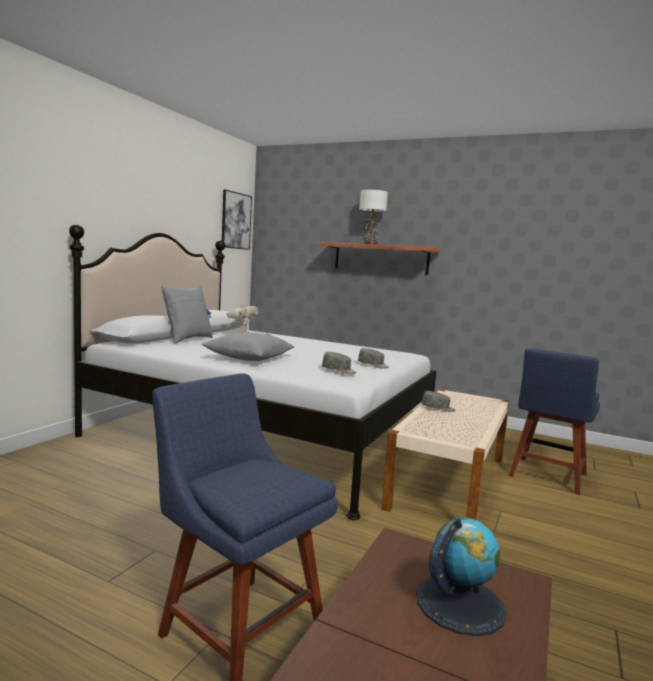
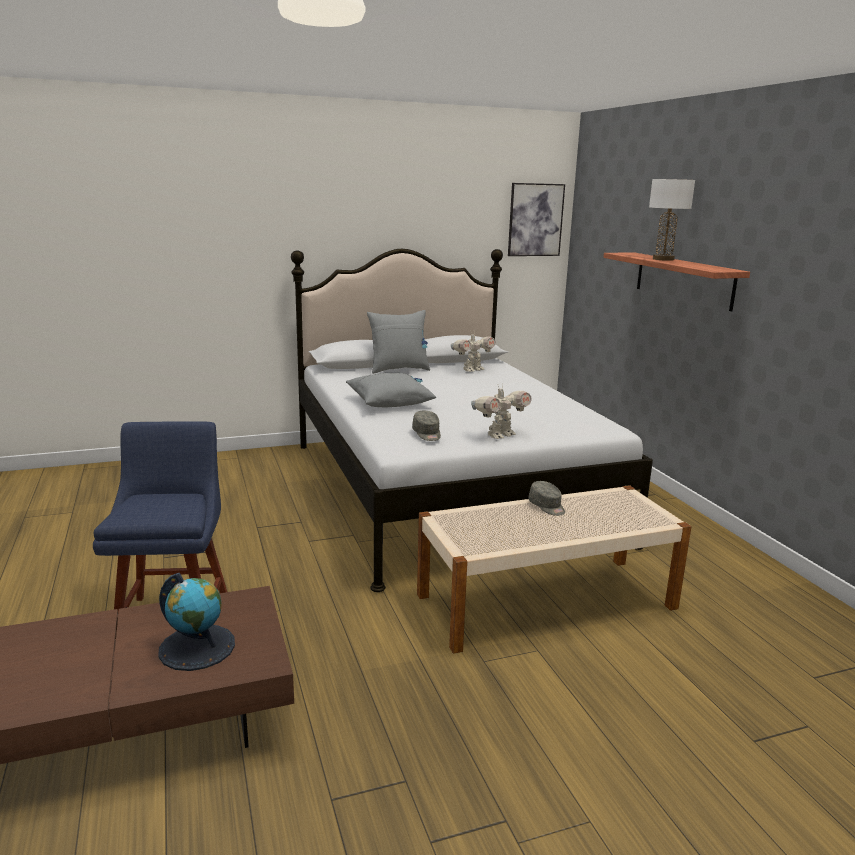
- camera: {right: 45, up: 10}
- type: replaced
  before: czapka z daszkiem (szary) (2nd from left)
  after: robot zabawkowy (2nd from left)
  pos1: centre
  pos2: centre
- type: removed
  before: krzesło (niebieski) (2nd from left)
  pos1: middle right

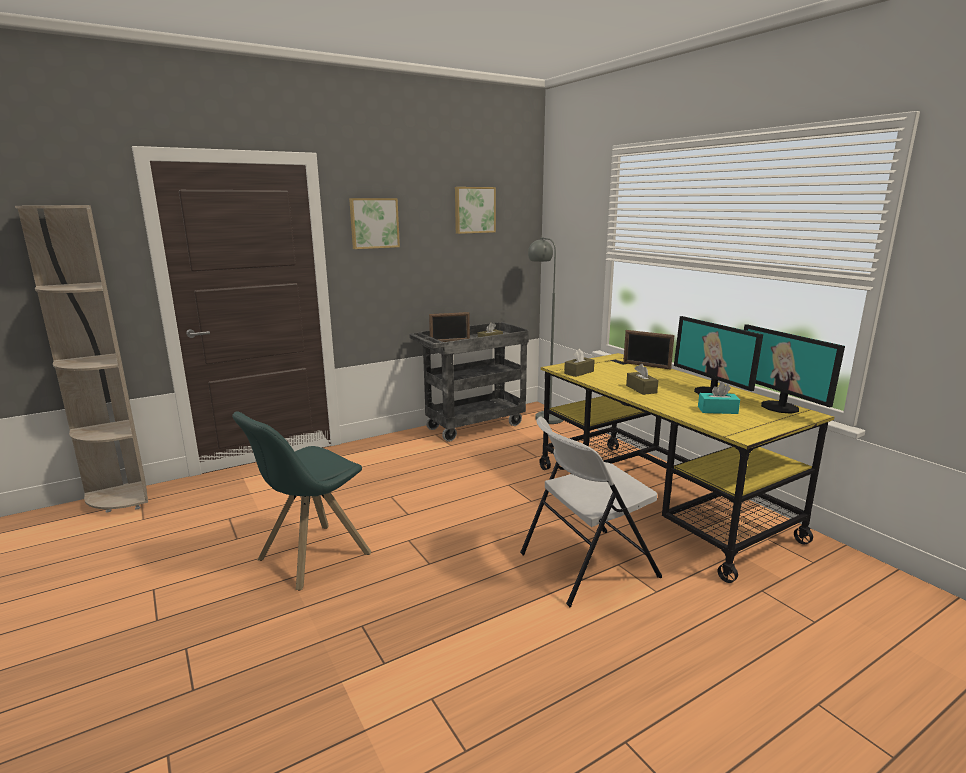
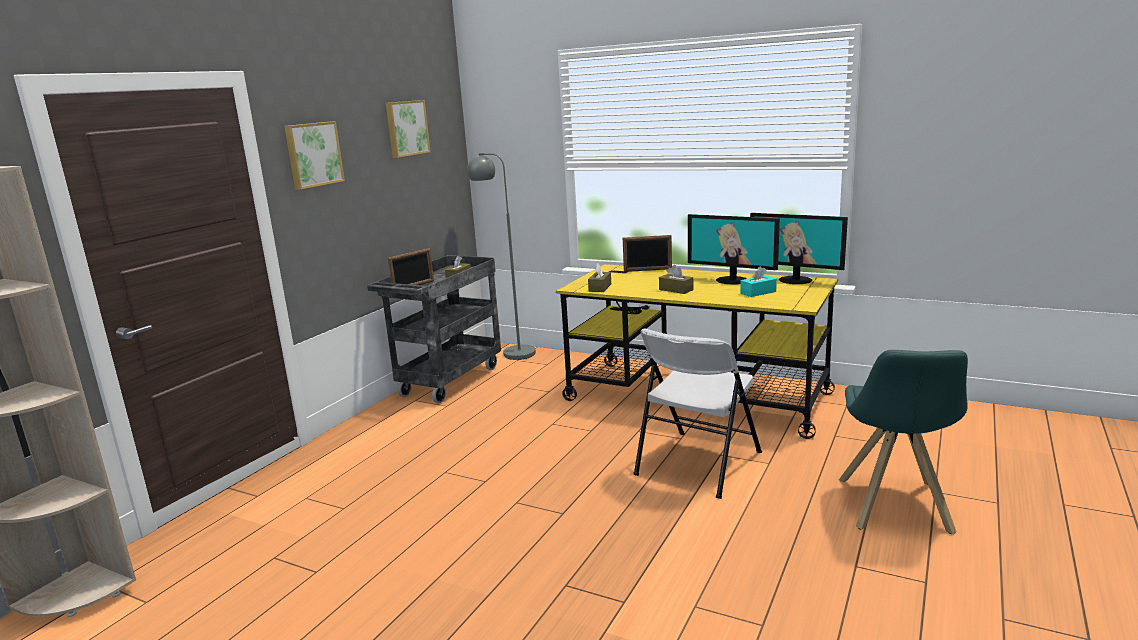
- camera: {right: -30, up: 0}
- type: moved
  before: krzesło (turkusowy)
  pos1: middle left
  pos2: bottom right

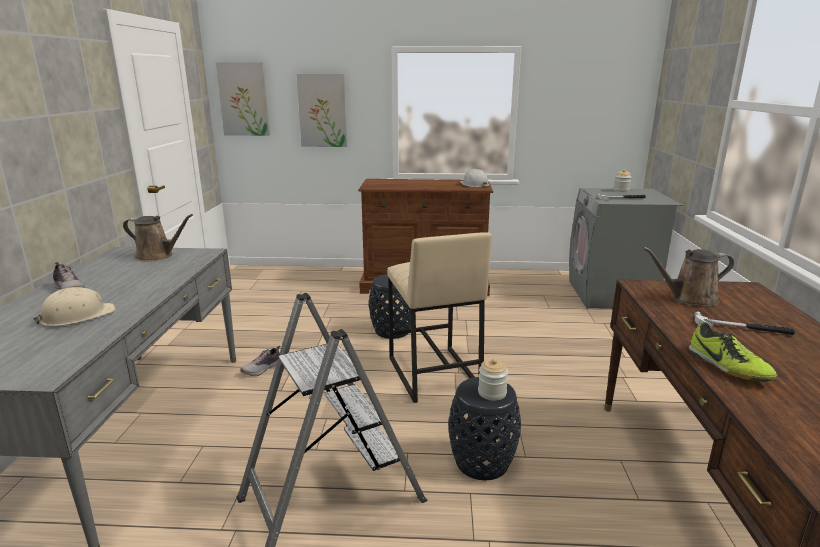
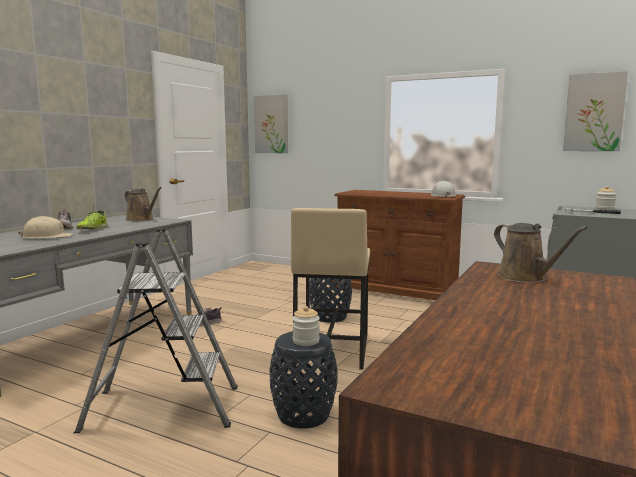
- camera: {right: 25, up: -10}
- type: moved
  before: obraz (2nd from left)
  pos1: top centre
  pos2: top right
- type: turned
  before: konewka (brązowy) (2nd from left)
  pos1: middle right
  pos2: middle right
  turn: -135
- type: removed
  before: młotek (2nd from left)
  pos1: middle right
- type: moved
  before: but (3rd from left in the first image)
  after: but (2nd from left)
  pos1: middle right
  pos2: middle left

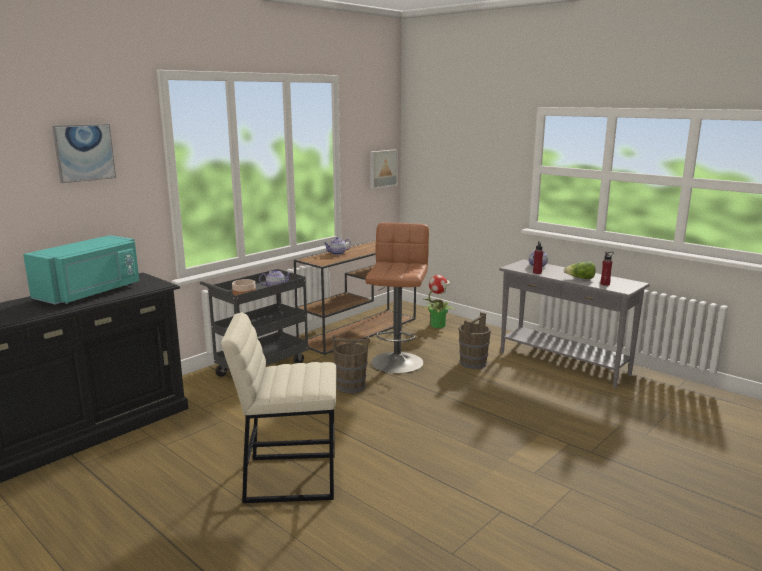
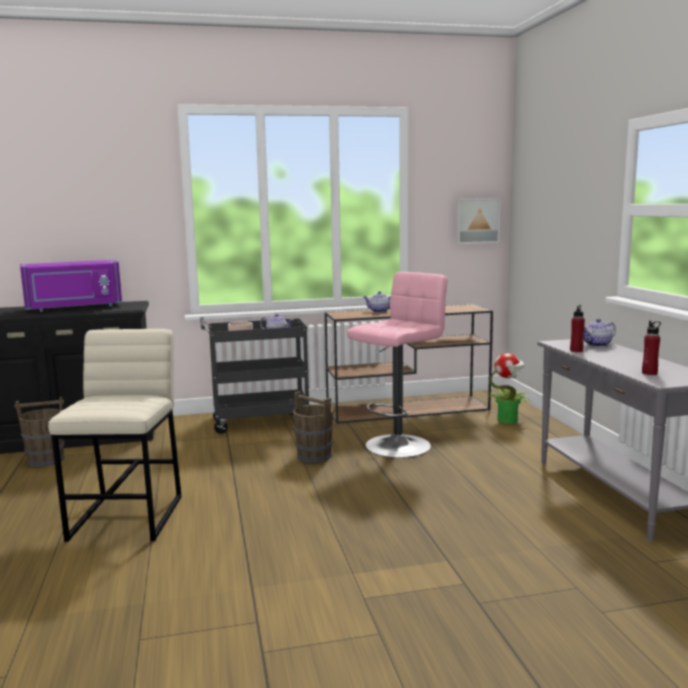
- camera: {right: 35, up: -5}
- type: removed
  before: obraz (1st from left)
  pos1: top left
- type: recoloured
  before: stołek (brązowy)
  after: stołek (różowy)
  pos1: centre
  pos2: centre
- type: recoloured
  before: mikrofalówka (turkusowy)
  after: mikrofalówka (fioletowy)
  pos1: middle left
  pos2: middle left
- type: removed
  before: sałata
  pos1: middle right
- type: turned
  before: krzesło (beżowy)
  pos1: bottom centre
  pos2: middle left
  turn: 60
- type: moved
  before: wiadro (brązowy) (2nd from left in the first image)
  after: wiadro (brązowy) (1st from left)
  pos1: centre
  pos2: middle left

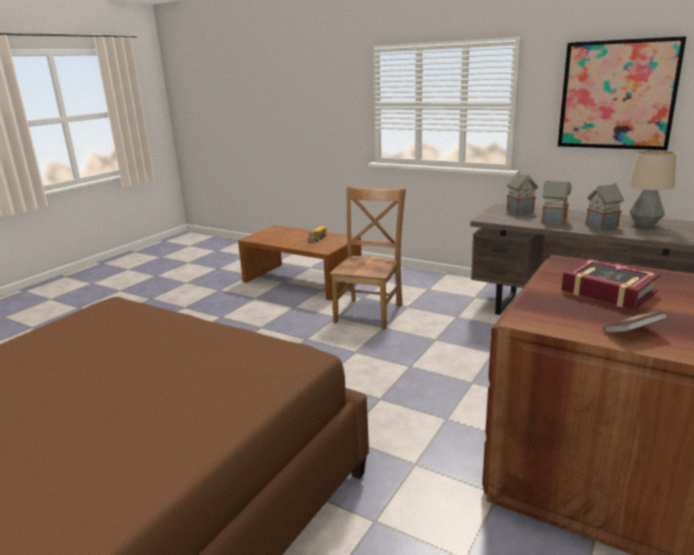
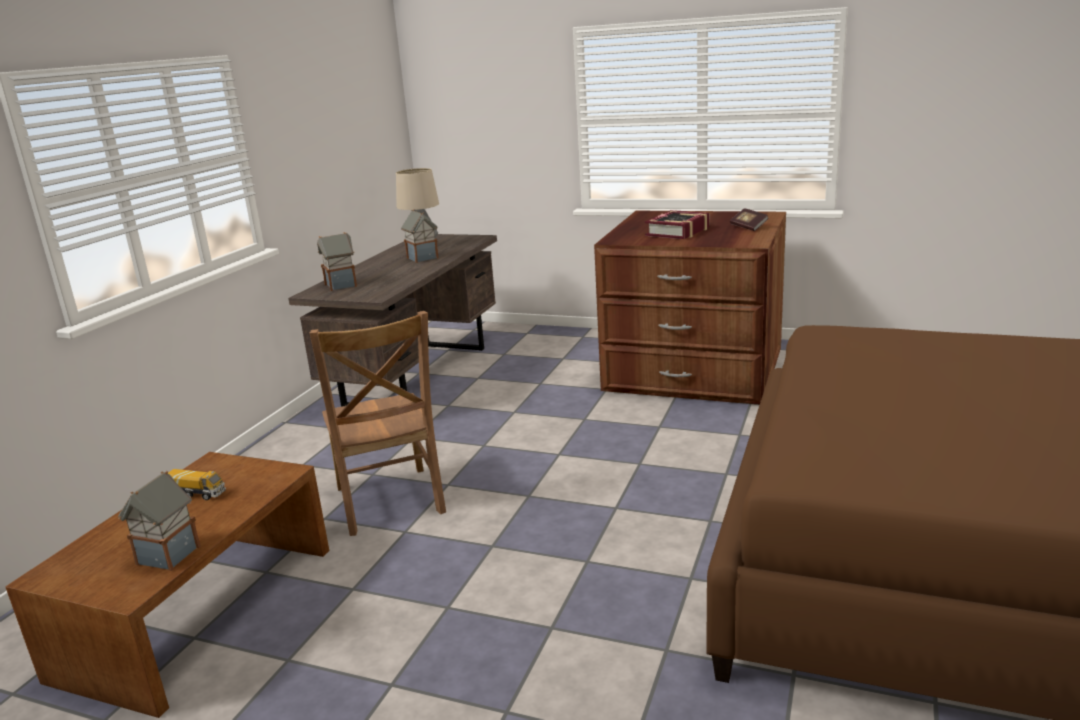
- camera: {right: -100, up: 0}
- type: removed
  before: obraz
  pos1: top right
- type: moved
  before: domek (2nd from left in the first image)
  after: domek (1st from left)
  pos1: middle right
  pos2: bottom left
- type: turned
  before: krzesło (brązowy)
  pos1: centre
  pos2: centre
  turn: -120

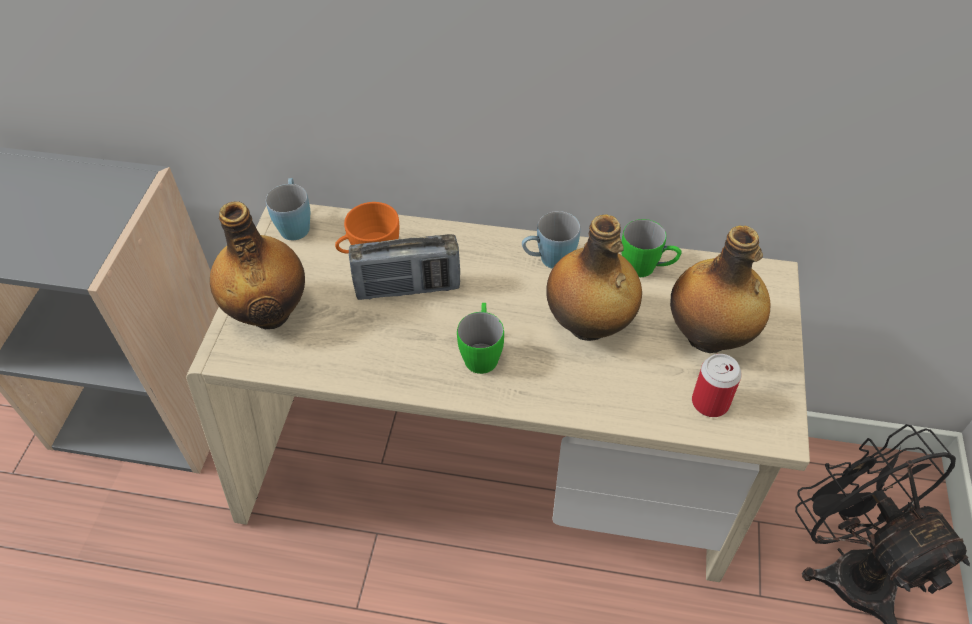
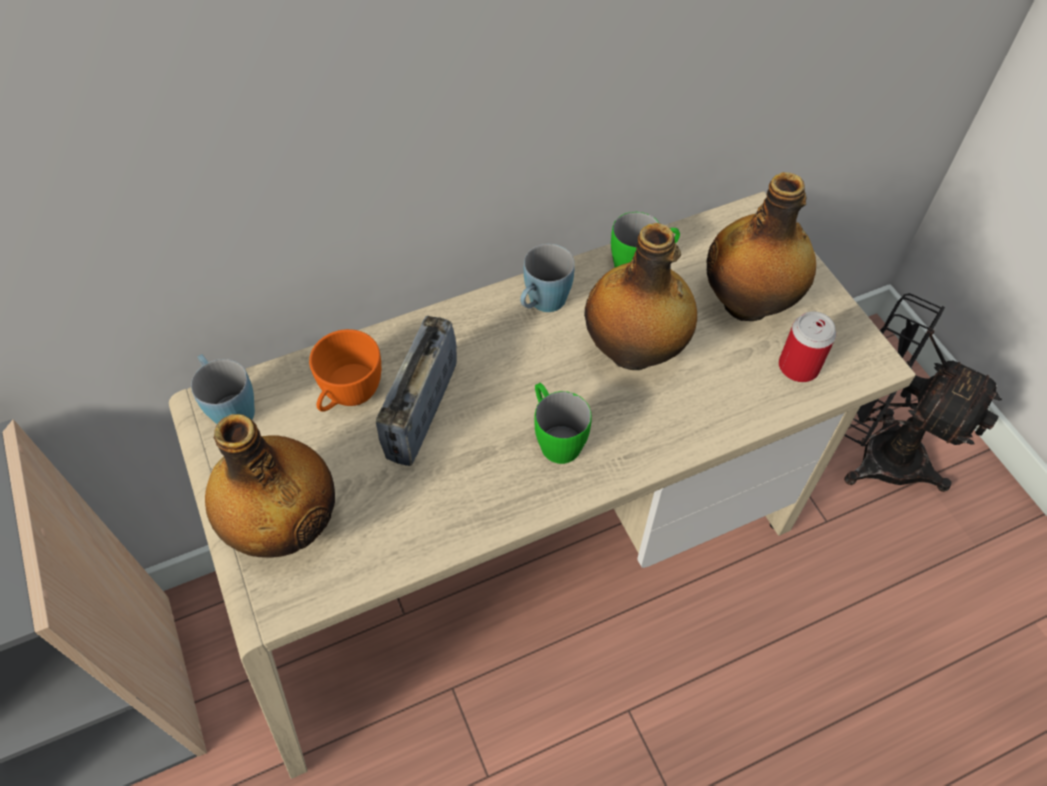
- camera: {right: -35, up: 5}
- type: turned
  before: radio
  pos1: centre
  pos2: centre
  turn: 150

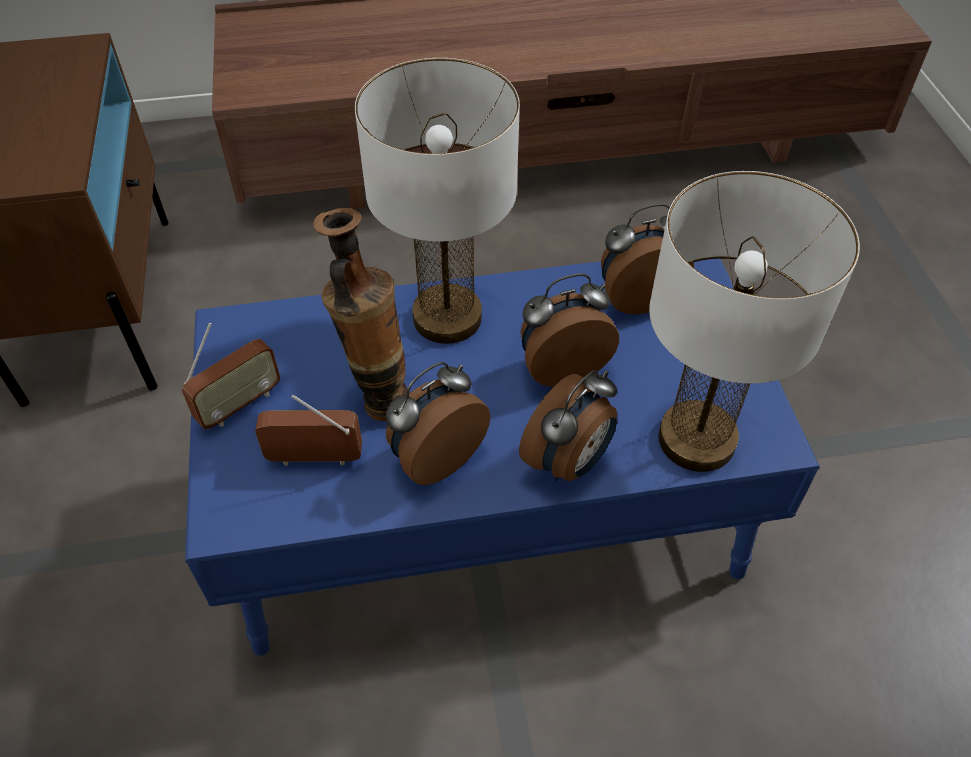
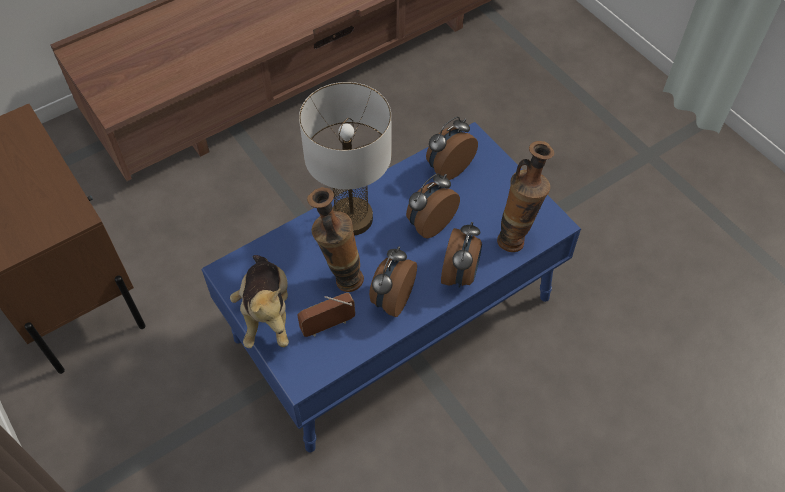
- camera: {right: -25, up: 5}
- type: replaced
  before: lampa stołowa (2nd from left)
  after: wazon (2nd from left)
  pos1: middle right
  pos2: middle right
- type: replaced
  before: radio (1st from left)
  after: pluszak
  pos1: middle left
  pos2: middle left

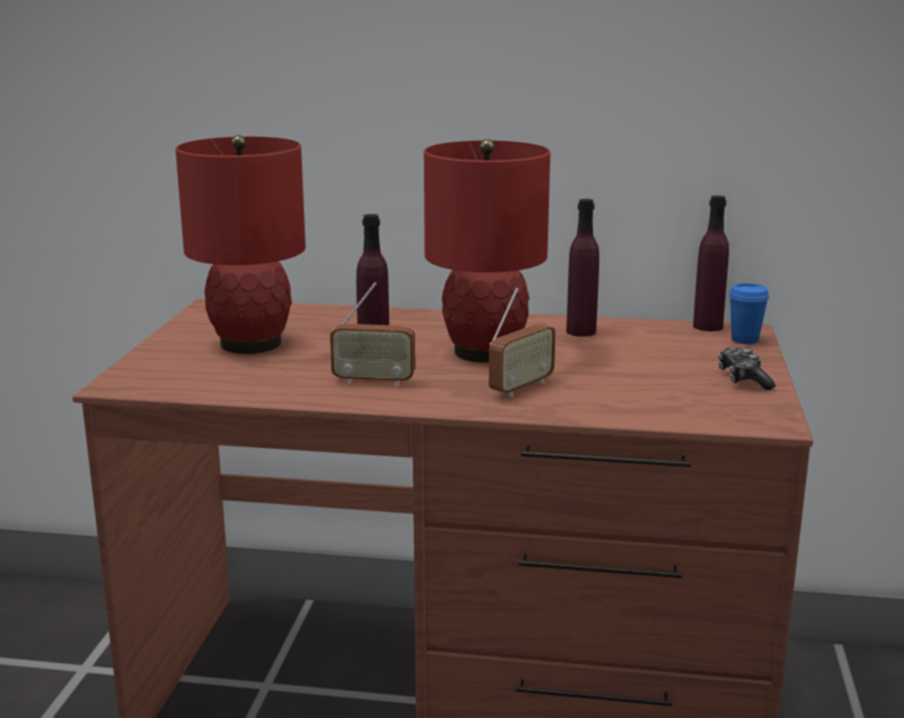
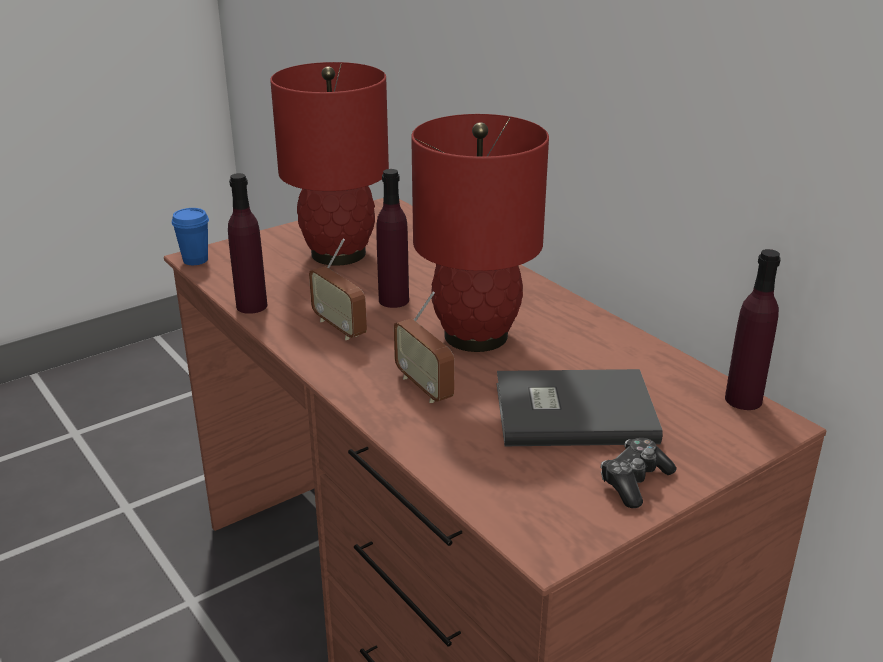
- camera: {right: 45, up: 10}
- type: moved
  before: butelka (fioletowy) (2nd from left in the first image)
  after: butelka (fioletowy) (1st from left)
  pos1: centre
  pos2: middle left
- type: moved
  before: filiżanka (niebieski)
  pos1: middle right
  pos2: middle left
- type: turned
  before: radio (2nd from left)
  pos1: centre
  pos2: centre
  turn: 60
- type: added
  after: książka (szary)
  pos2: centre

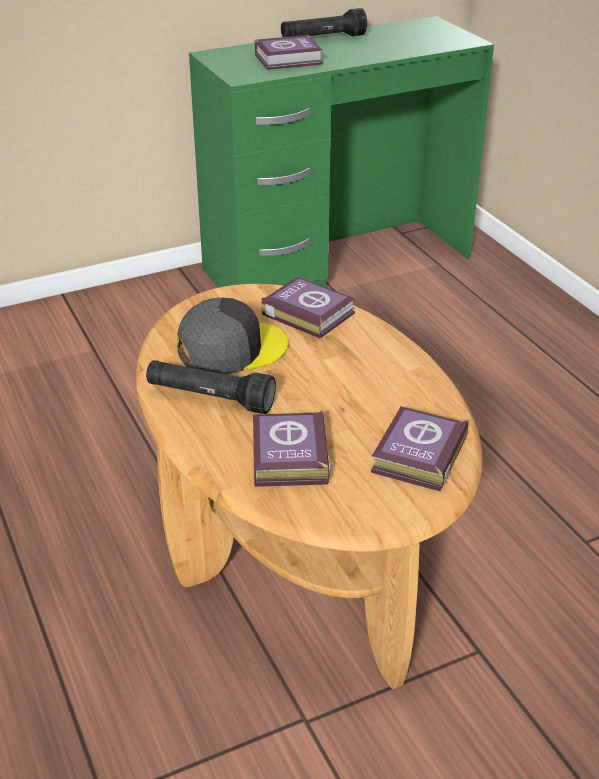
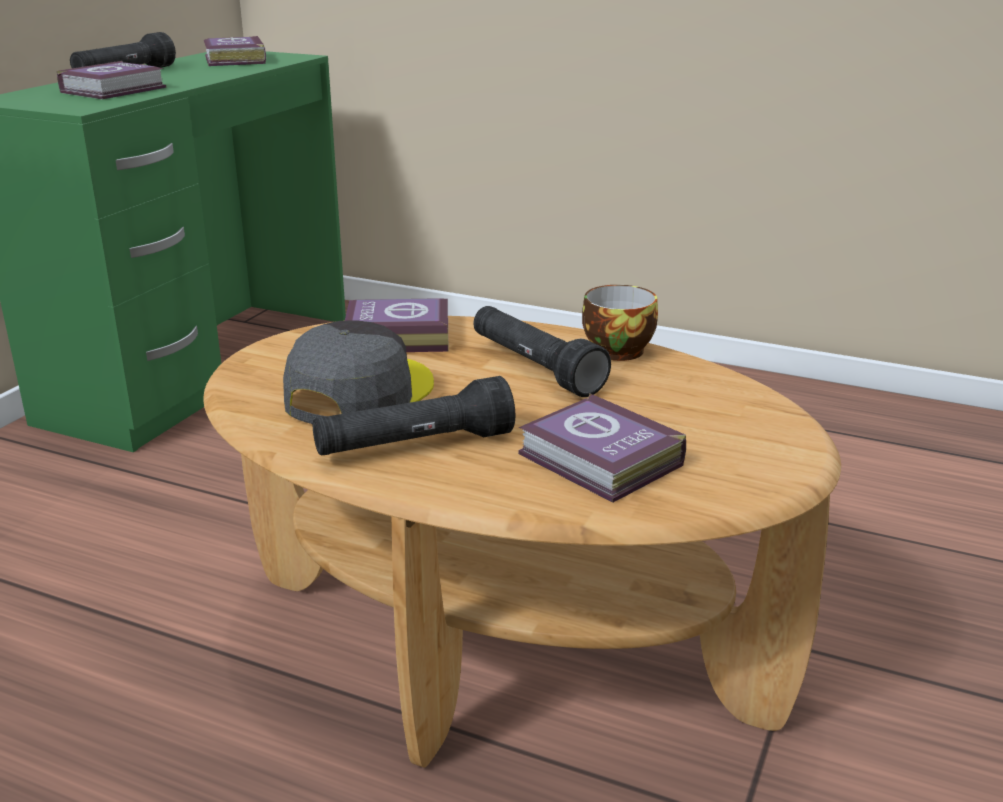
- camera: {right: -40, up: -10}
- type: moved
  before: książka (4th from left in the first image)
  after: książka (2nd from left)
  pos1: middle right
  pos2: top left
- type: added
  after: filiżanka
  pos2: centre
- type: added
  after: latarka (czarny) (3rd from left)
  pos2: centre

